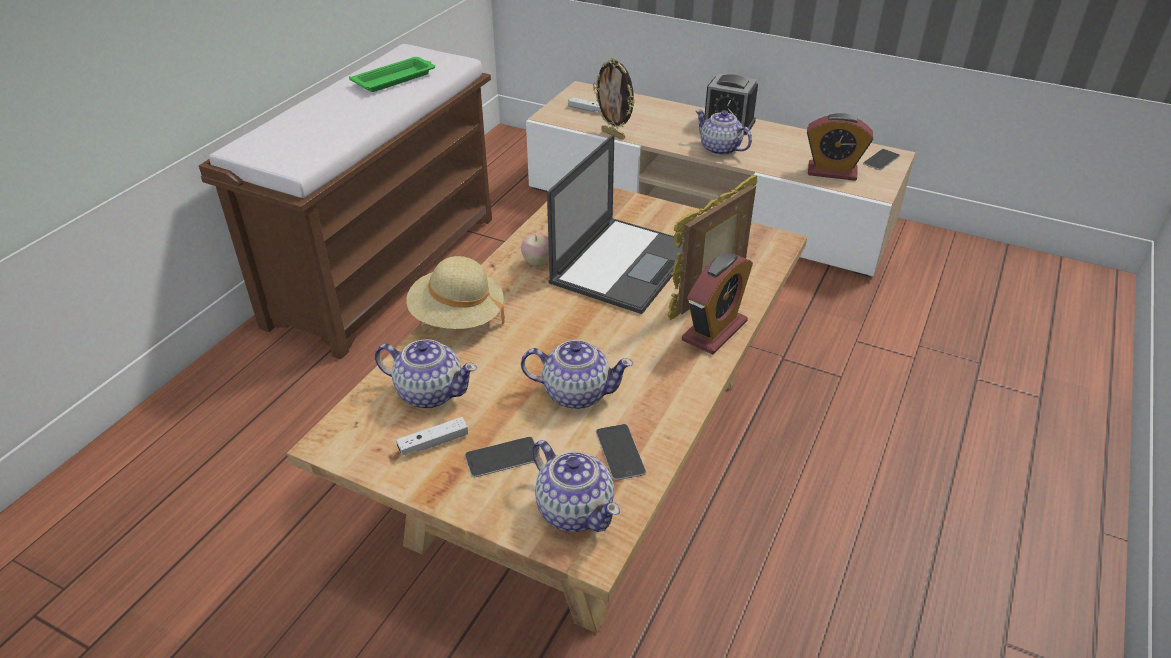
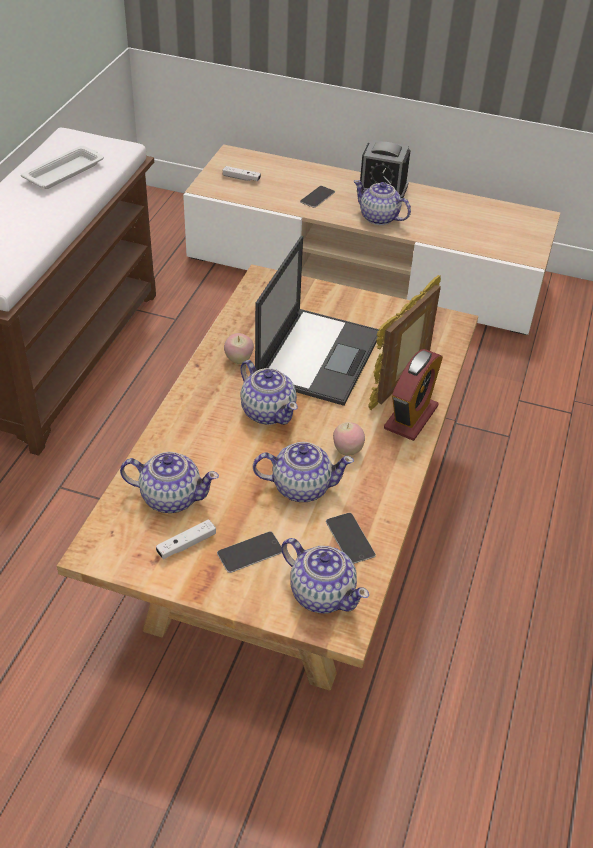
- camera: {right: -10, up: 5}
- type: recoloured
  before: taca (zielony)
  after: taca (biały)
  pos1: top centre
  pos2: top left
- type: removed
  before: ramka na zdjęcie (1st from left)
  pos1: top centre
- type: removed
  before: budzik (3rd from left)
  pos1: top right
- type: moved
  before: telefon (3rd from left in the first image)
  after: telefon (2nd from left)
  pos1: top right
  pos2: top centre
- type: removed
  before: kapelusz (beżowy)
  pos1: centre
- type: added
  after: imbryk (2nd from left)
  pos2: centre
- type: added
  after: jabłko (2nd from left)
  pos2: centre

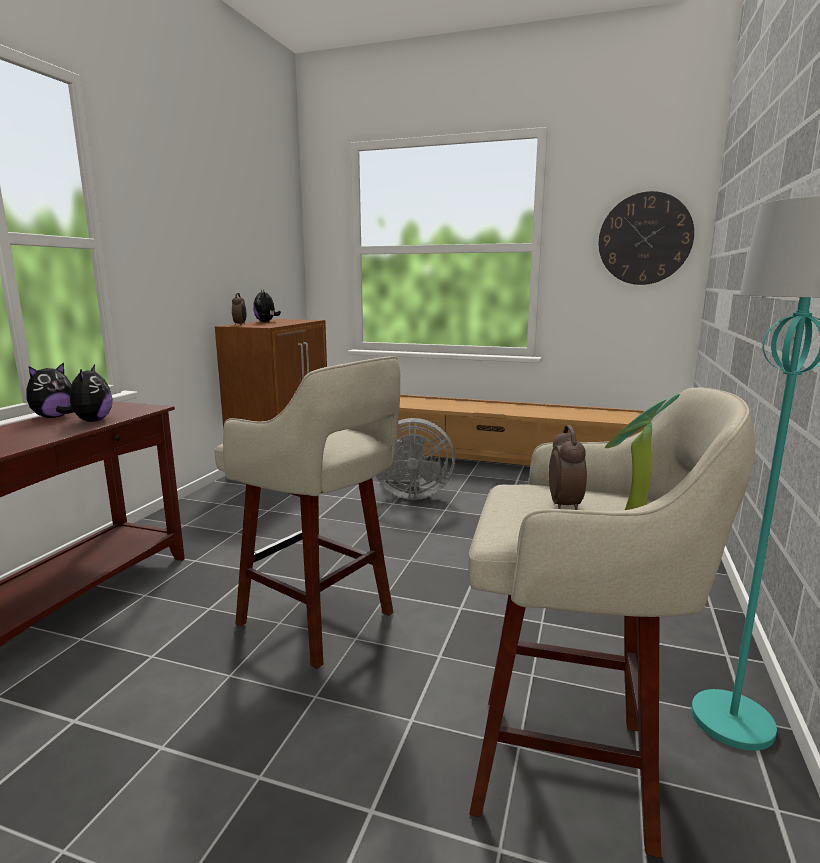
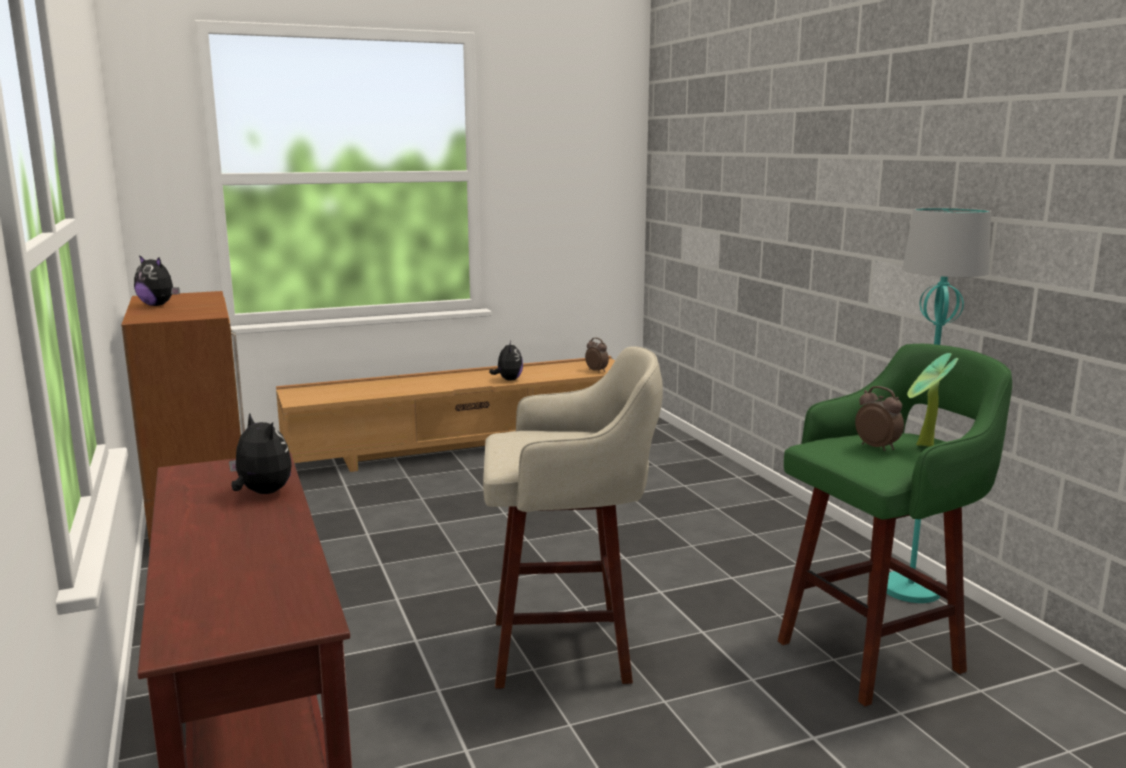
- camera: {right: -40, up: 0}
- type: removed
  before: zegar ścienny
  pos1: top right
- type: moved
  before: budzik (1st from left)
  pos1: middle left
  pos2: centre
- type: moved
  before: pluszak (1st from left in the first image)
  after: pluszak (3rd from left)
  pos1: middle left
  pos2: centre
- type: recoloured
  before: stołek (beżowy) (2nd from left)
  after: stołek (zielony)
  pos1: bottom right
  pos2: bottom right
- type: removed
  before: wentylator (szary)
  pos1: centre

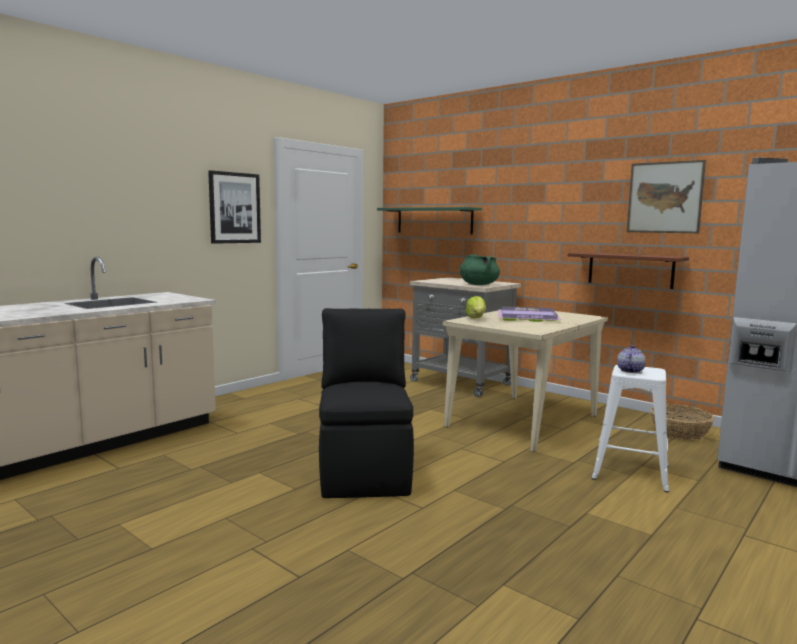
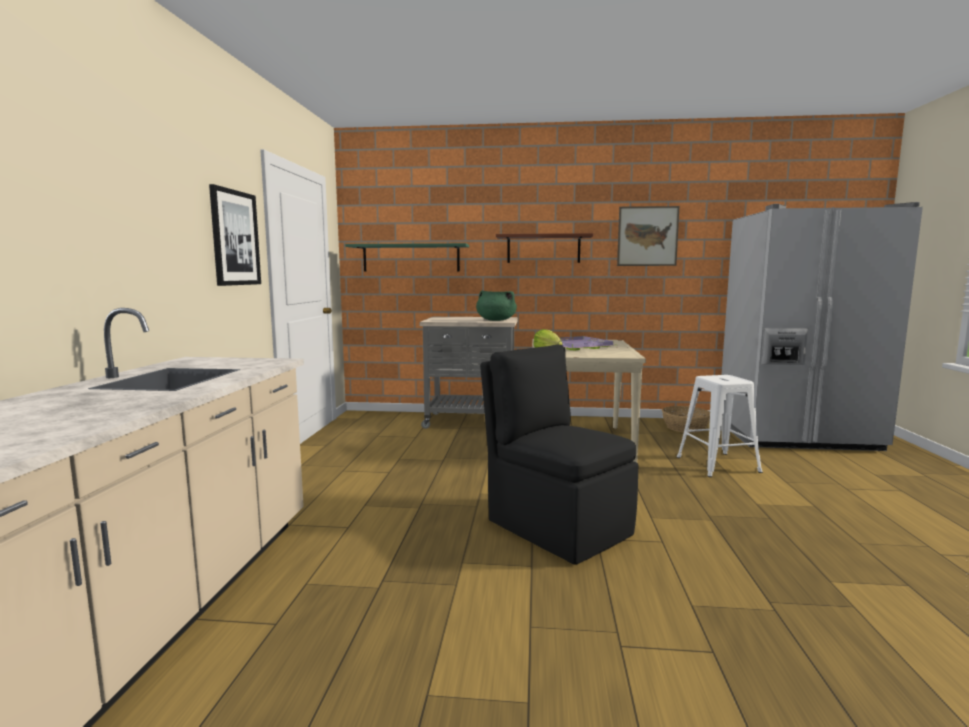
- camera: {right: -35, up: 0}
- type: moved
  before: półka (brązowy)
  pos1: middle right
  pos2: centre
- type: removed
  before: imbryk
  pos1: middle right

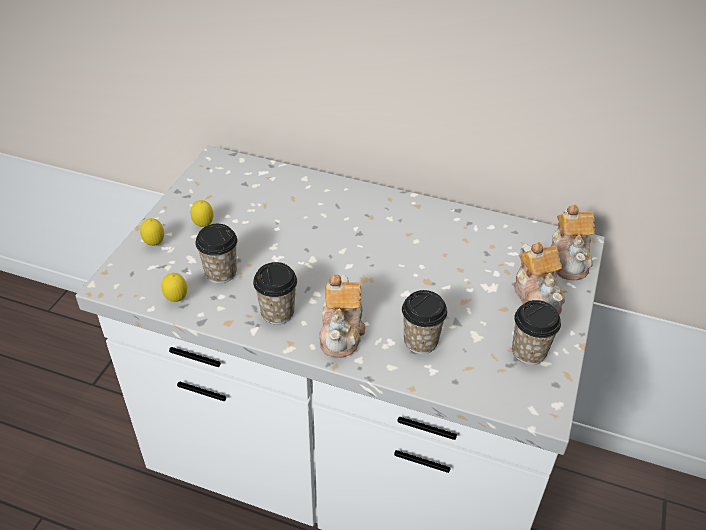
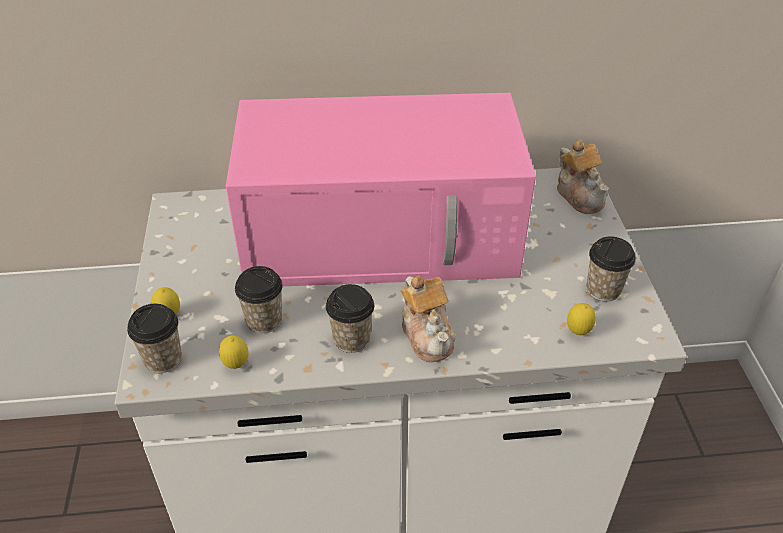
- camera: {right: -25, up: 0}
- type: moved
  before: cytryna (3rd from left)
  pos1: middle left
  pos2: middle right
- type: removed
  before: imbryk (2nd from left)
  pos1: middle right
- type: moved
  before: filiżanka (3rd from left in the first image)
  after: filiżanka (1st from left)
  pos1: centre
  pos2: middle left
- type: added
  after: mikrofalówka (różowy)
  pos2: centre

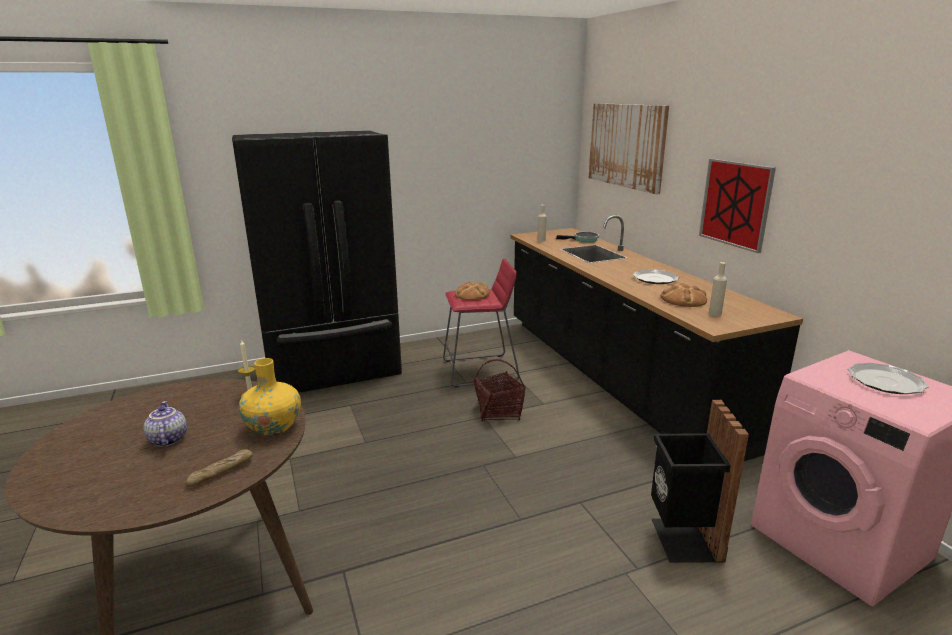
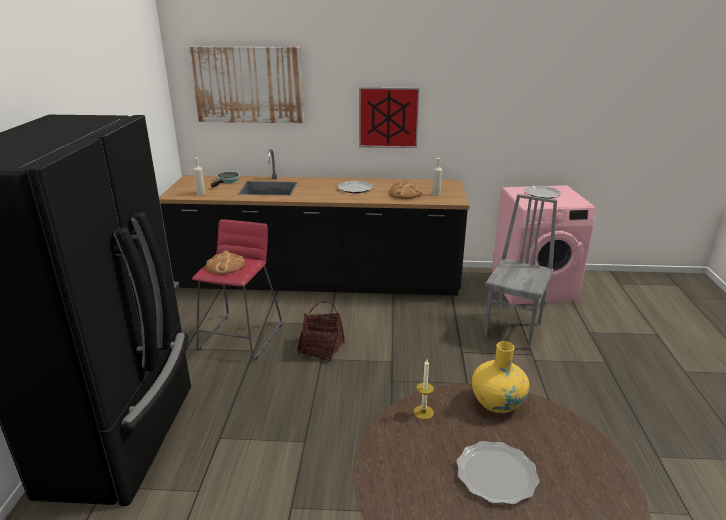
- camera: {right: -65, up: 5}
- type: replaced
  before: kosz na śmieci (czarny)
  after: krzesło (szary)
  pos1: bottom right
  pos2: middle right
- type: replaced
  before: imbryk
  after: talerz (2nd from left)
  pos1: bottom left
  pos2: bottom right
- type: removed
  before: chleb (1st from left)
  pos1: bottom left

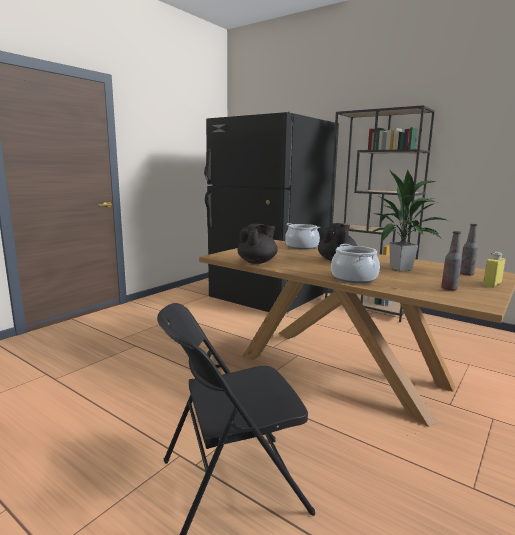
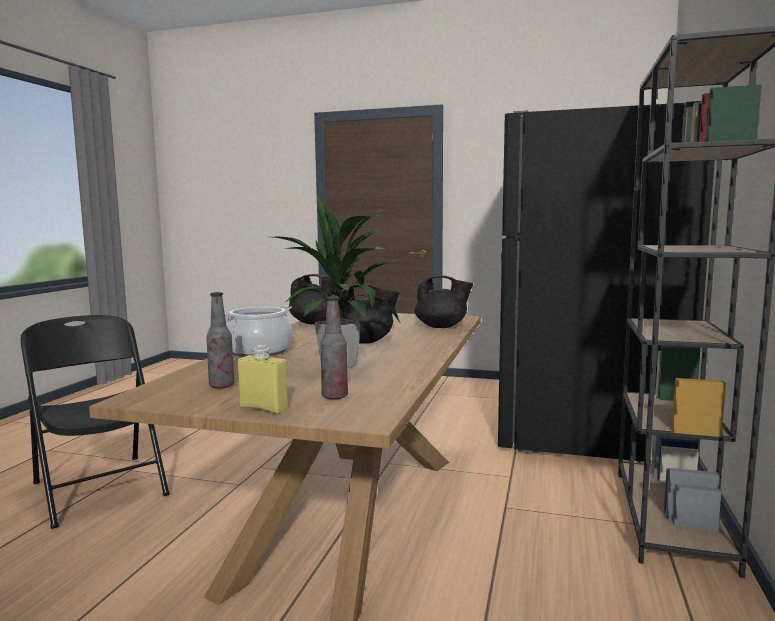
- camera: {right: 70, up: -5}
- type: replaced
  before: garnek (1st from left)
  after: imbryk (czarny) (3rd from left)
  pos1: centre
  pos2: centre

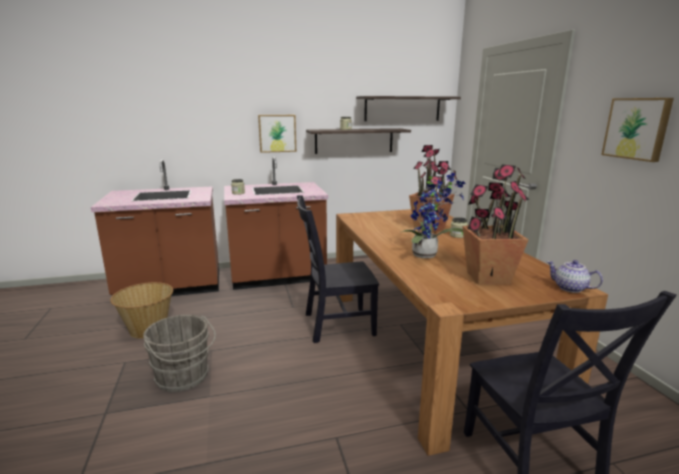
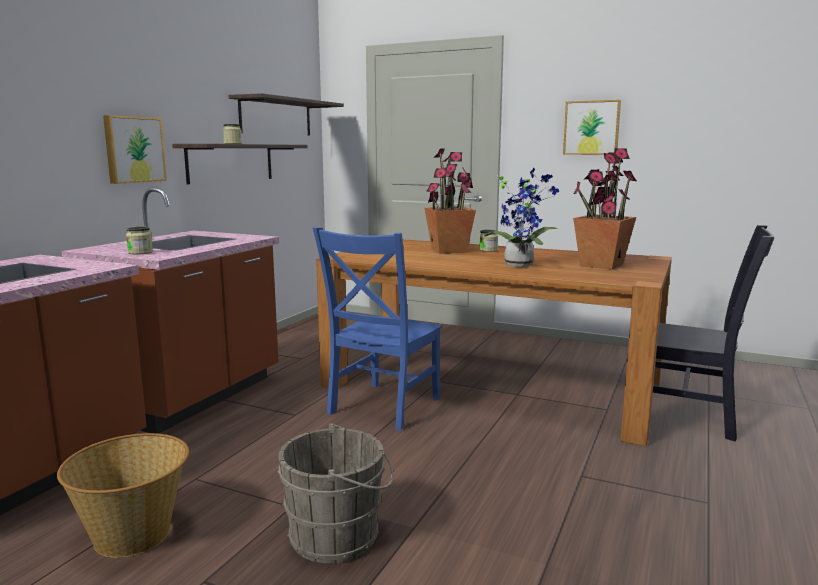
- camera: {right: -50, up: -5}
- type: recoloured
  before: krzesło (czarny) (1st from left)
  after: krzesło (niebieski)
  pos1: centre
  pos2: centre
- type: removed
  before: imbryk
  pos1: middle right

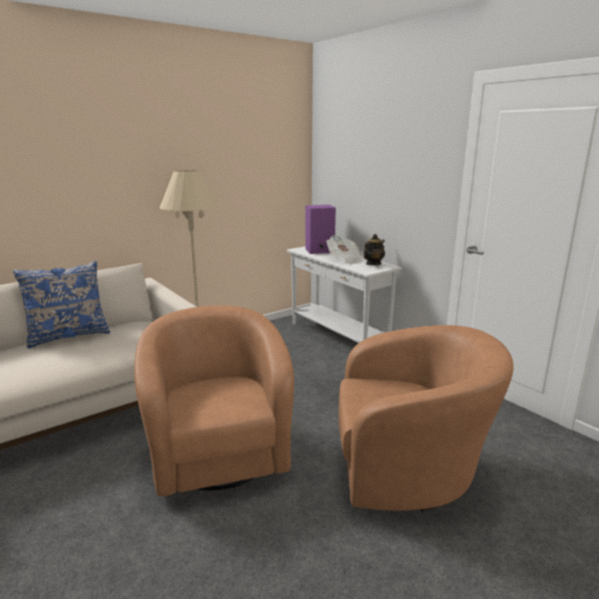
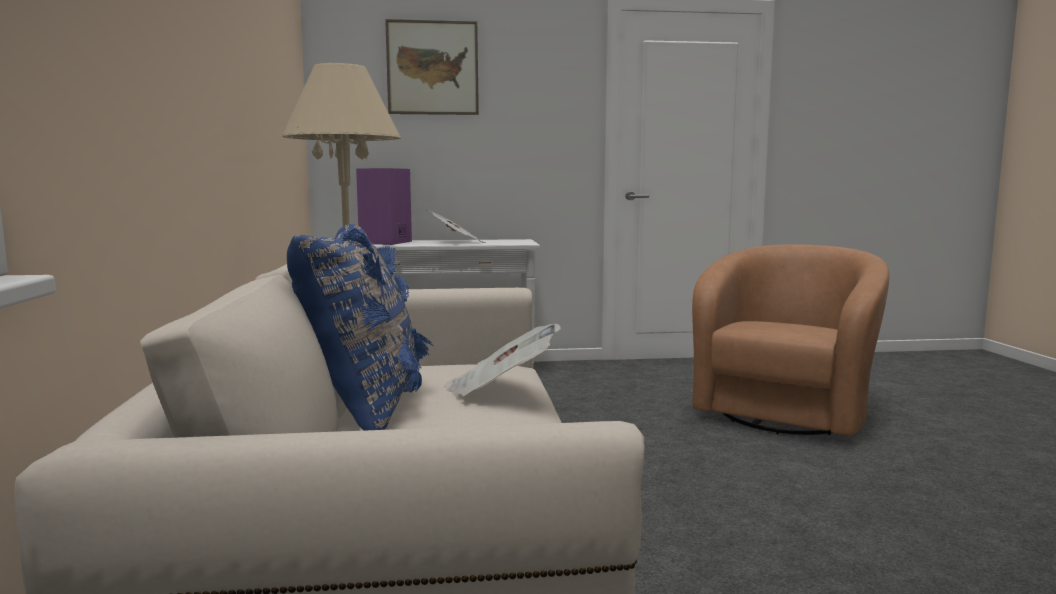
- camera: {right: -60, up: -10}
- type: removed
  before: imbryk
  pos1: centre
- type: removed
  before: fotel (brązowy) (1st from left)
  pos1: bottom centre
- type: added
  after: obraz
  pos2: top centre
- type: added
  after: gazeta (2nd from left)
  pos2: centre

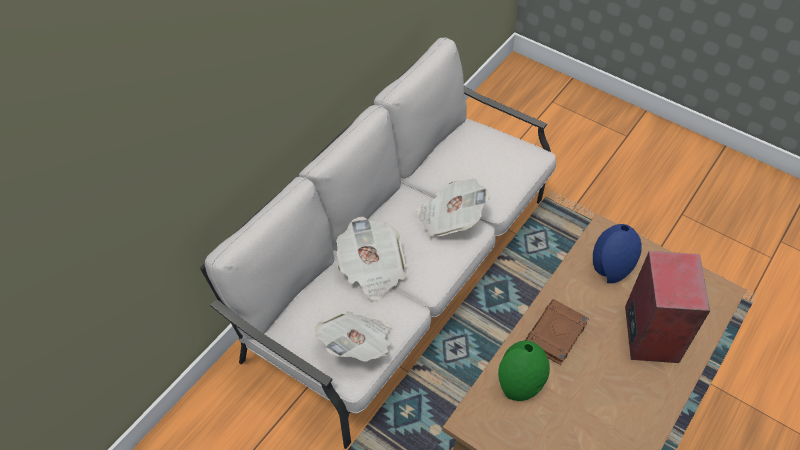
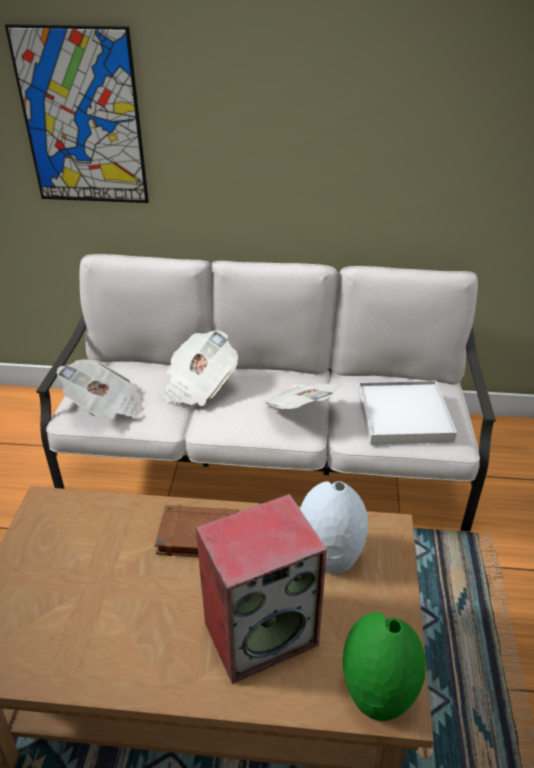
- camera: {right: 60, up: -15}
- type: recoloured
  before: wazon (niebieski)
  after: wazon (szary)
  pos1: middle right
  pos2: bottom centre
- type: moved
  before: wazon (zielony)
  pos1: bottom centre
  pos2: bottom right
- type: added
  after: obraz
  pos2: top left
- type: added
  after: taca (biały)
  pos2: middle right

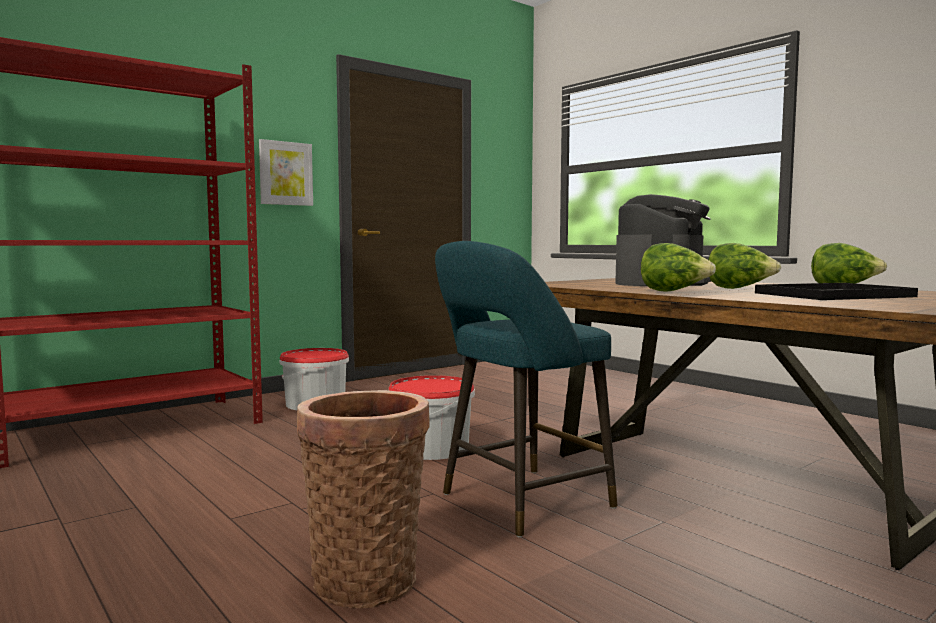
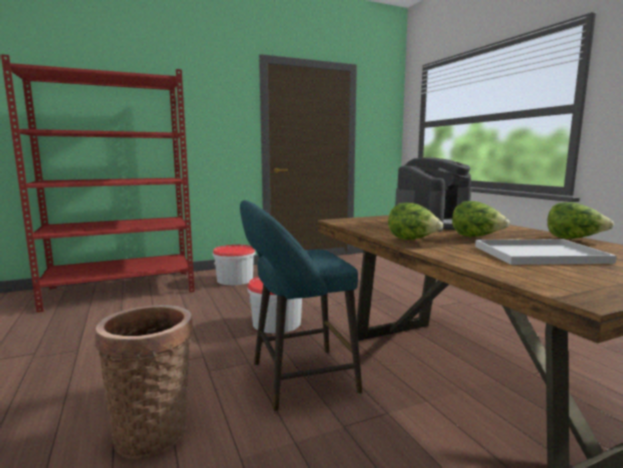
- camera: {right: 15, up: 5}
- type: removed
  before: obraz
  pos1: top left
- type: recoloured
  before: taca (czarny)
  after: taca (biały)
  pos1: middle right
  pos2: middle right

